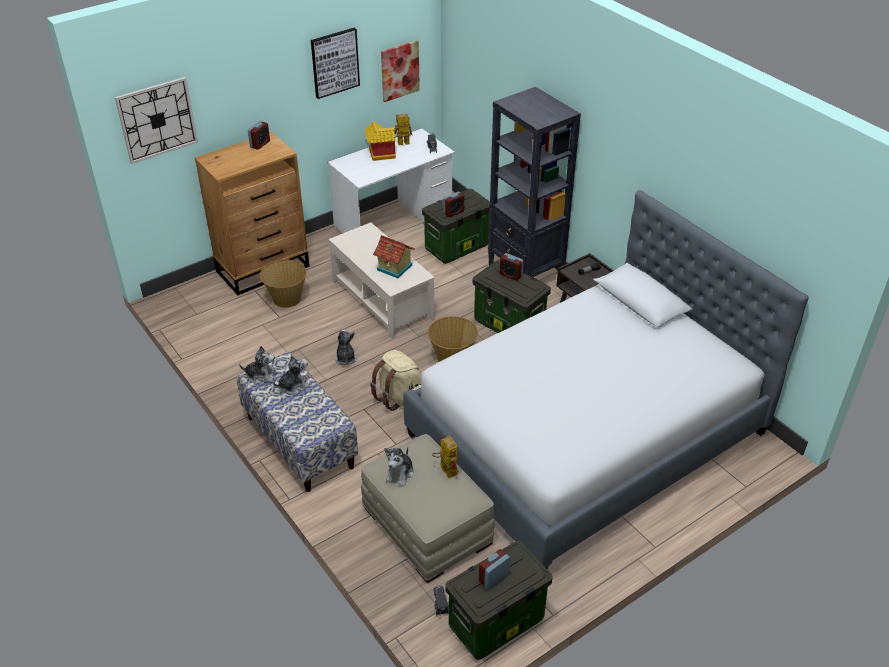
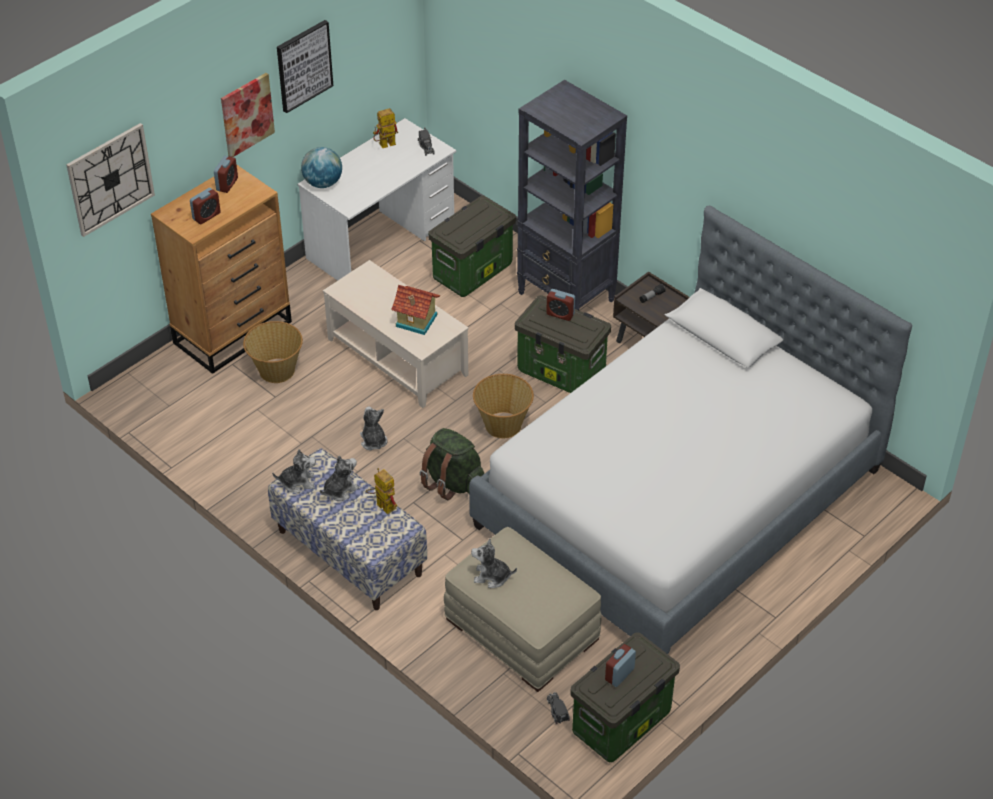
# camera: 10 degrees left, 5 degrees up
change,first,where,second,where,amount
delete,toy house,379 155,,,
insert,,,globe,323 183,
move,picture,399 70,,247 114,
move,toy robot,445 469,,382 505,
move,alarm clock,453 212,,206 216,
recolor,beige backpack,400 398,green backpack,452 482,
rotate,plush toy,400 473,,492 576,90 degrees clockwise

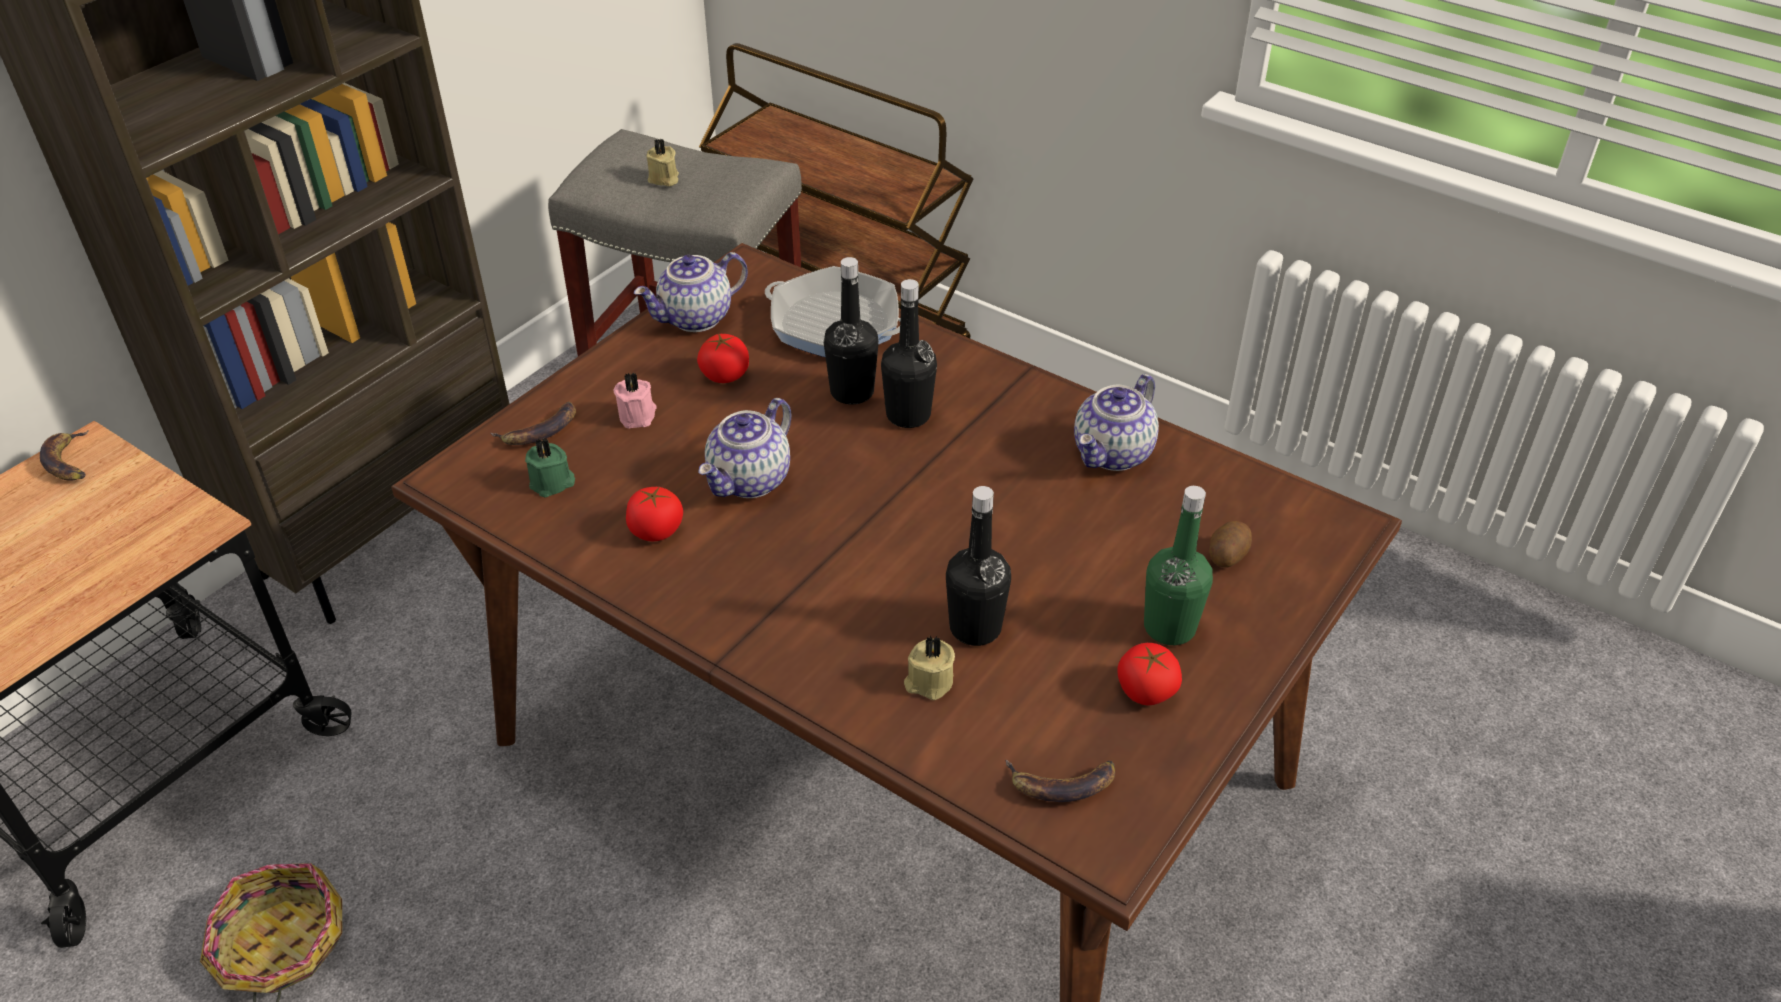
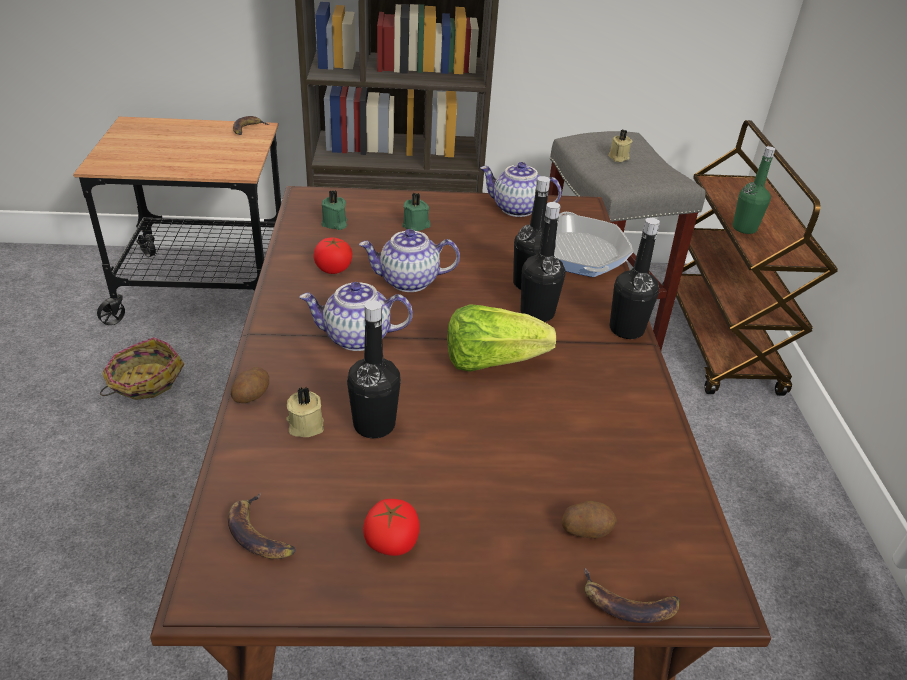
# camera: 50 degrees right, 5 degrees down
change,first,where,second,where,amount
delete,tomato,725 375,,,
insert,,,potato,252 395,
insert,,,lettuce,491 361,
insert,,,black bottle,626 329,
move,banana,540 430,,628 603,
move,teapot,1113 454,,356 338,
move,green bottle,1169 627,,744 228,
recolor,pink candle,638 415,green candle,416 225,

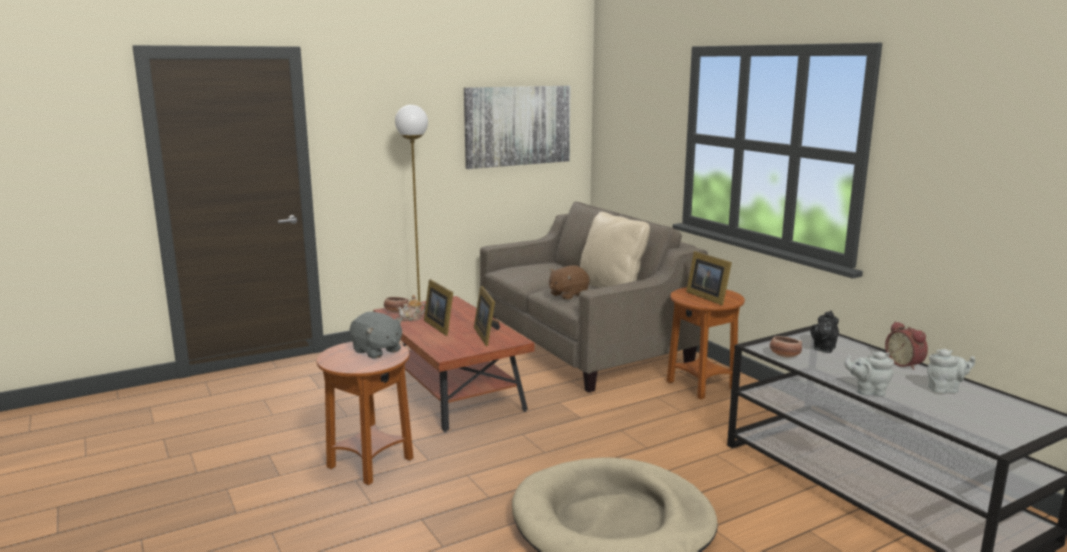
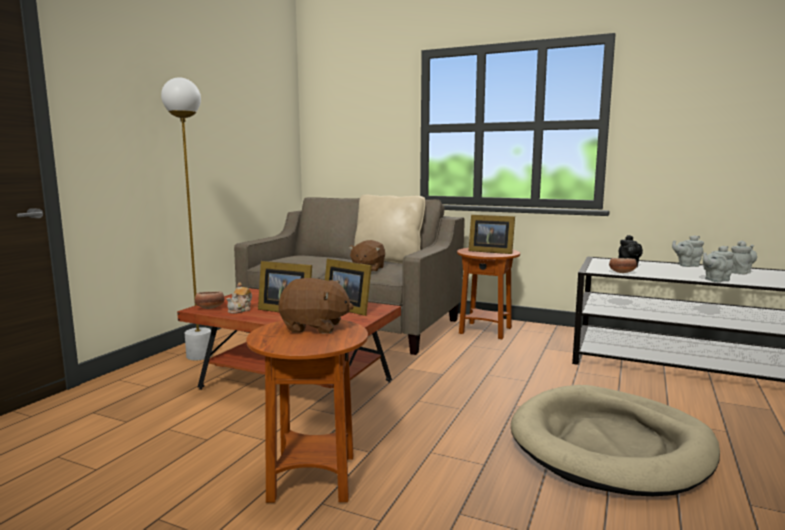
# camera: 35 degrees left, 5 degrees down
change,first,where,second,where,amount
delete,picture,518 126,,,
replace,alarm clock,905 364,grey teapot,686 265,
recolor,grey plush toy,377 351,brown plush toy,315 327,

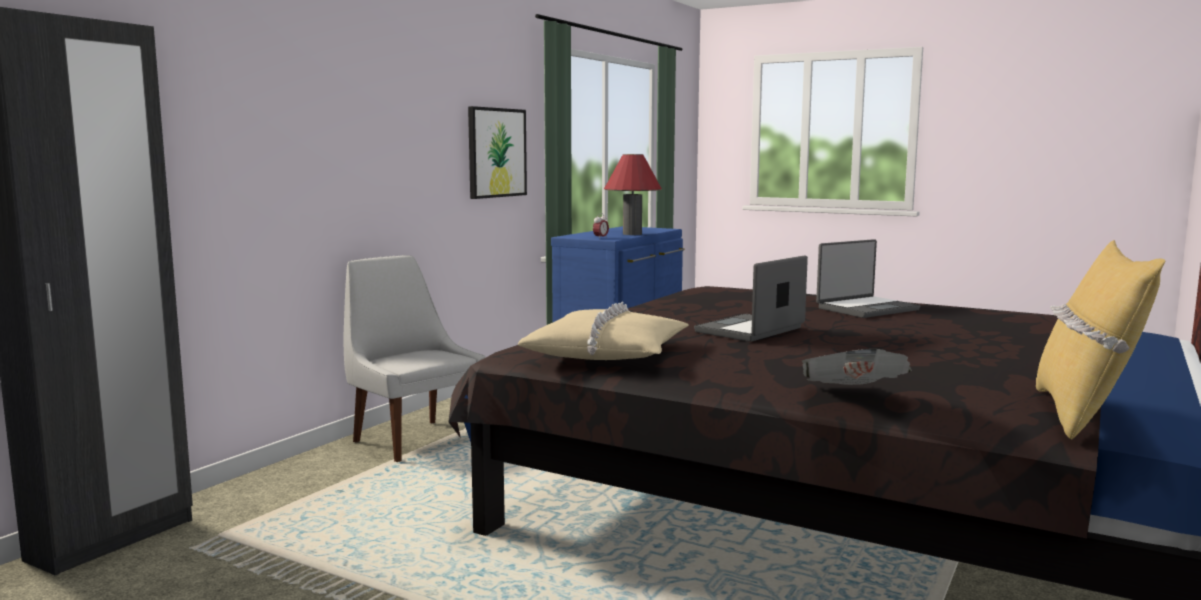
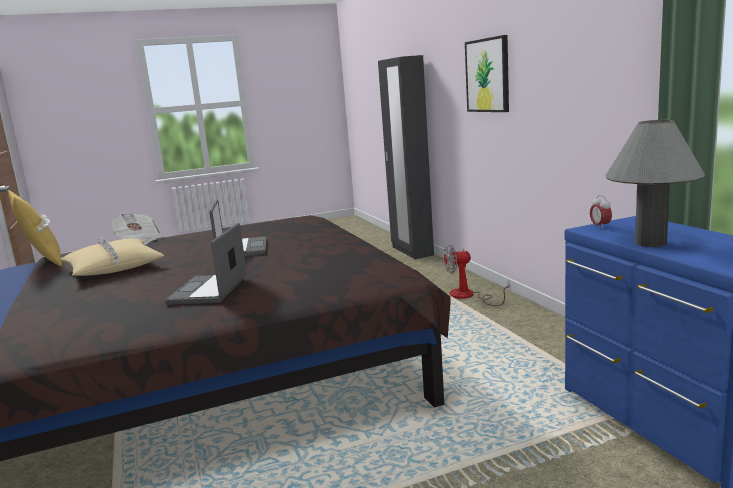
# camera: 130 degrees right, 5 degrees up
change,first,where,second,where,amount
move,picture,496 152,,488 75,
move,beige pillow,607 352,,113 268,
replace,white chair,413 440,fan,468 296,
recolor,red table lamp,632 234,grey table lamp,650 243,

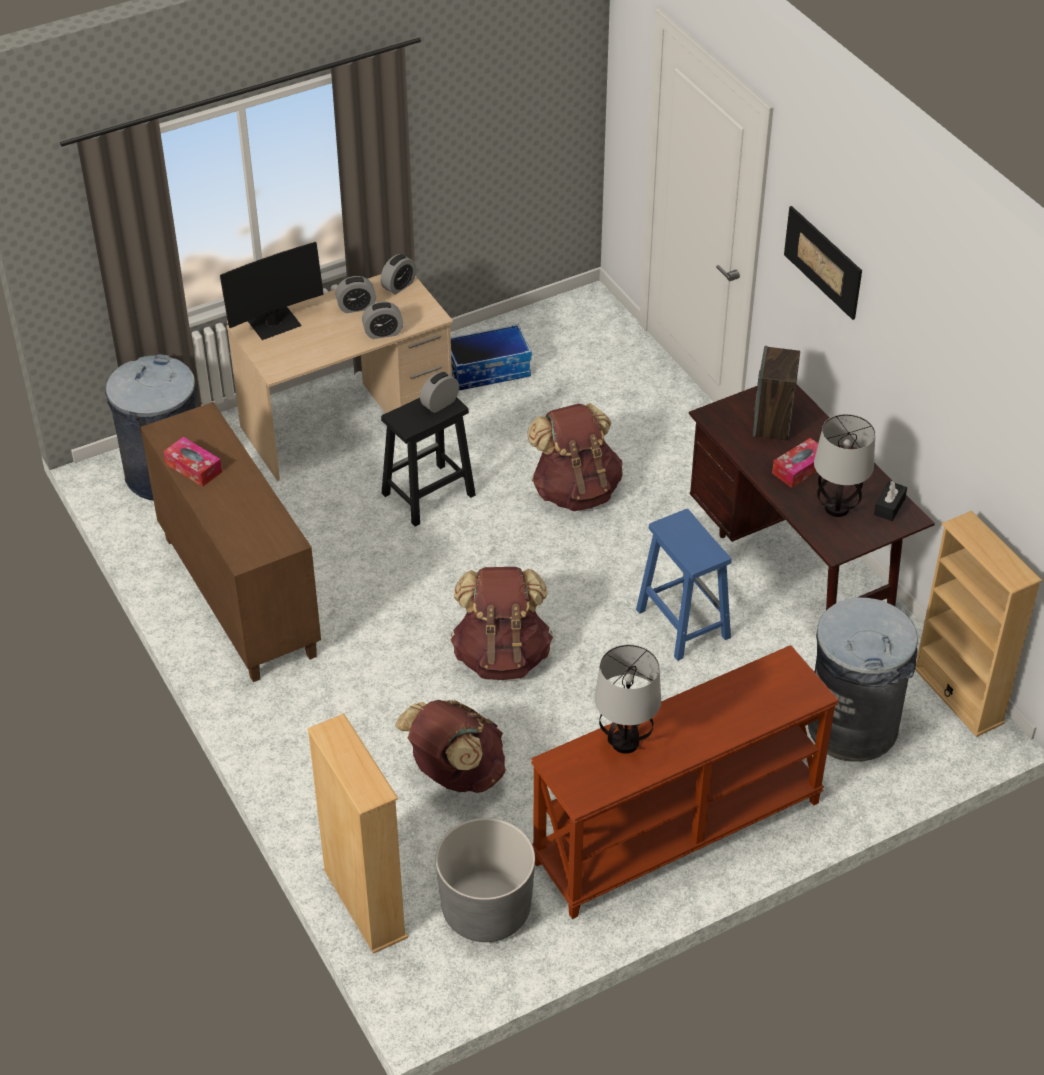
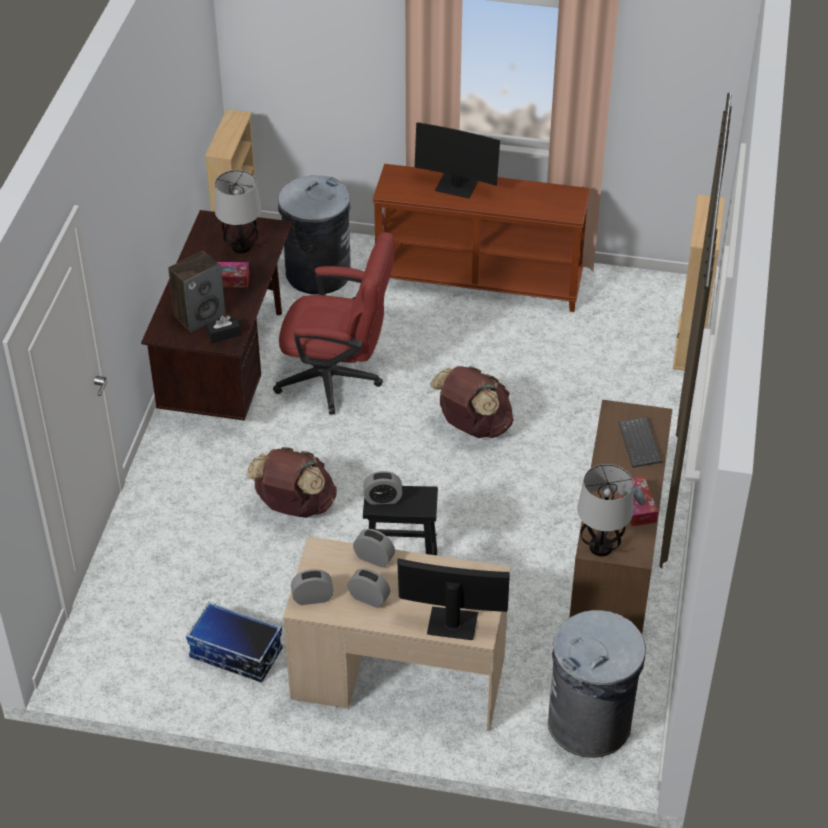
# camera: 140 degrees left, 0 degrees up
change,first,where,second,where,amount
delete,brown backpack,455 774,,,
delete,grey planter,486 910,,,
delete,picture,823 262,,,
insert,,,monitor,456 187,
insert,,,keyboard,641 444,
move,table lamp,625 743,,600 547,
move,black tissue box,889 506,,223 334,
replace,blue stool,681 623,red office chair,338 380,

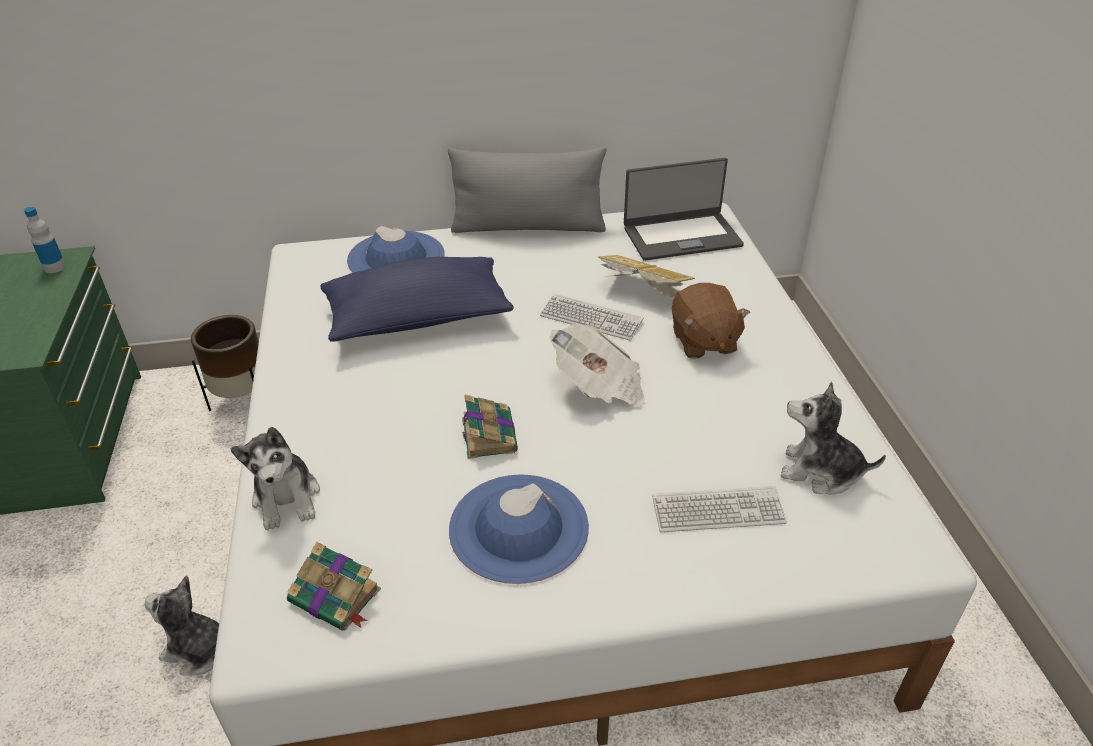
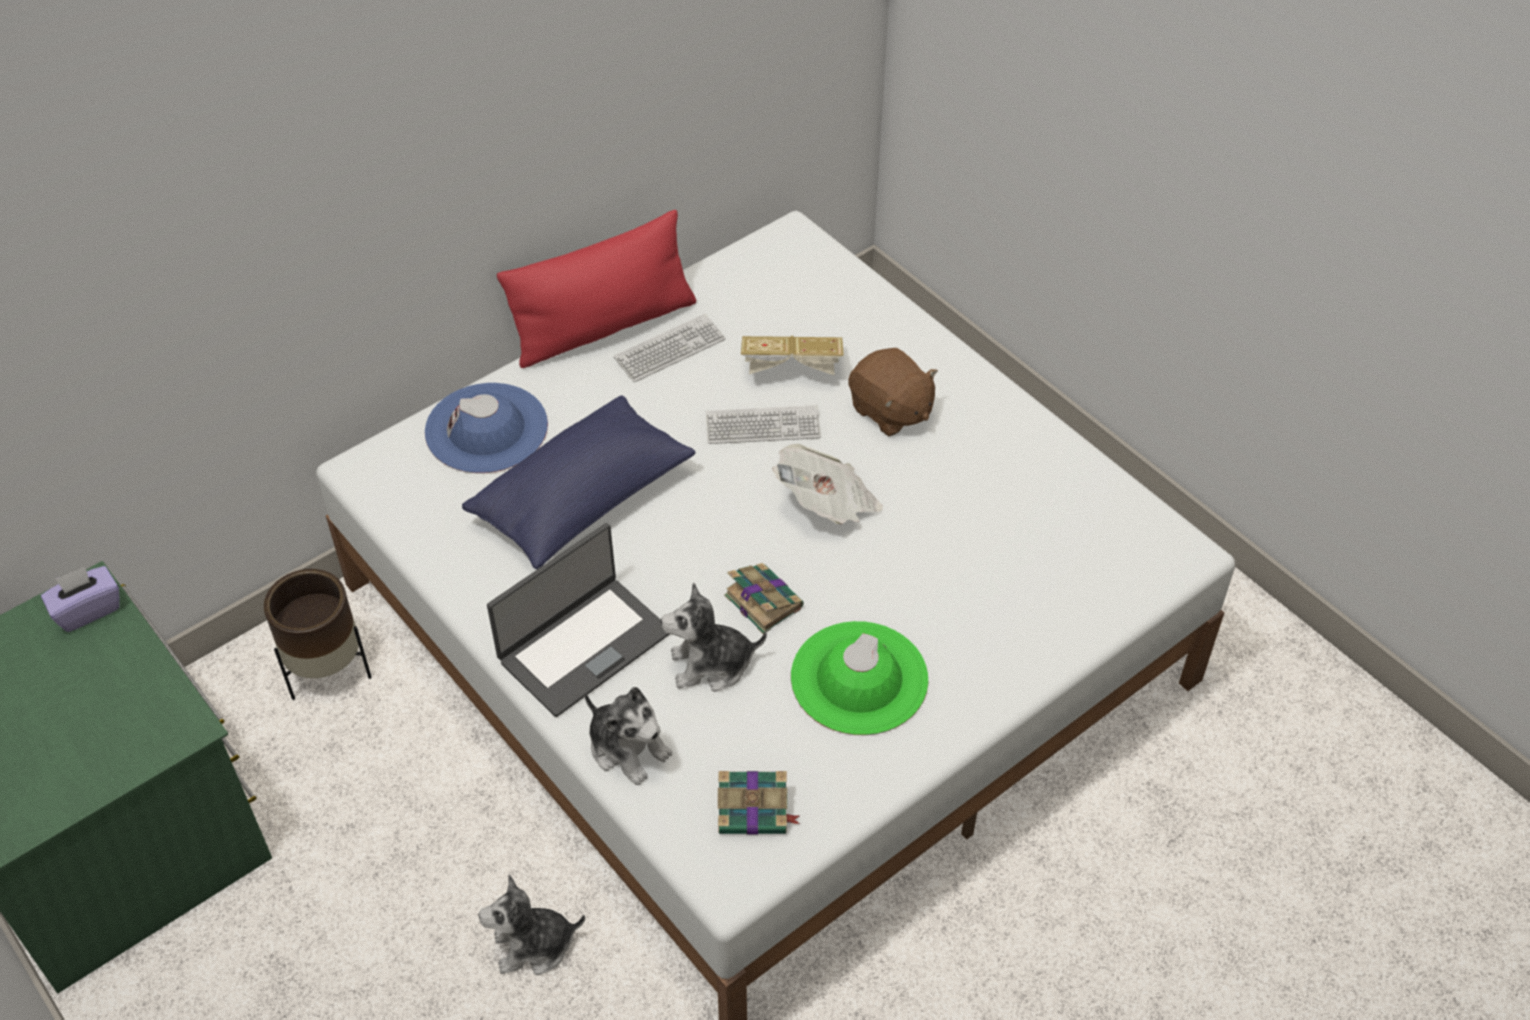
# camera: 30 degrees left, 10 degrees up
change,first,where,second,where,amount
move,laptop,681 236,,583 645,
move,keyboard,718 511,,670 349,
move,plush toy,820 472,,711 665,
replace,bottle,55 267,purple tissue box,88 609,
recolor,grey pillow,528 227,red pillow,604 327,
recolor,blue hat,518 527,green hat,859 678,

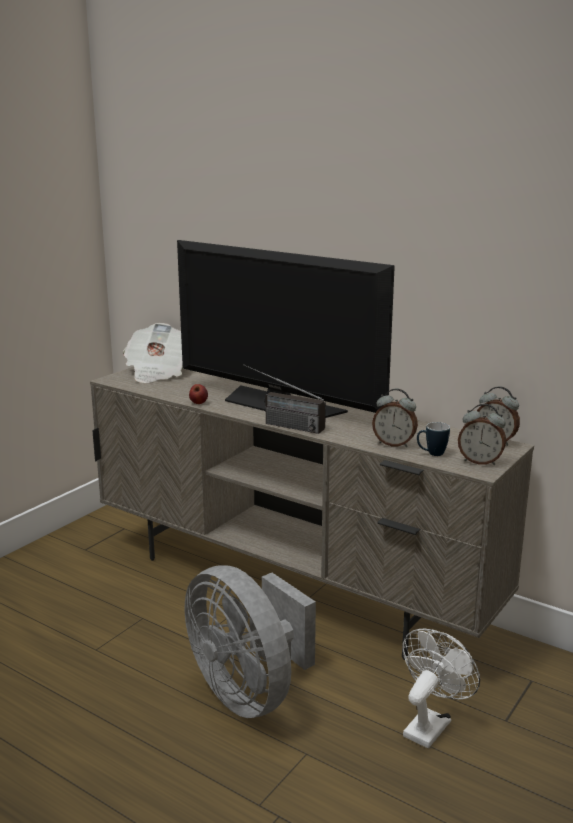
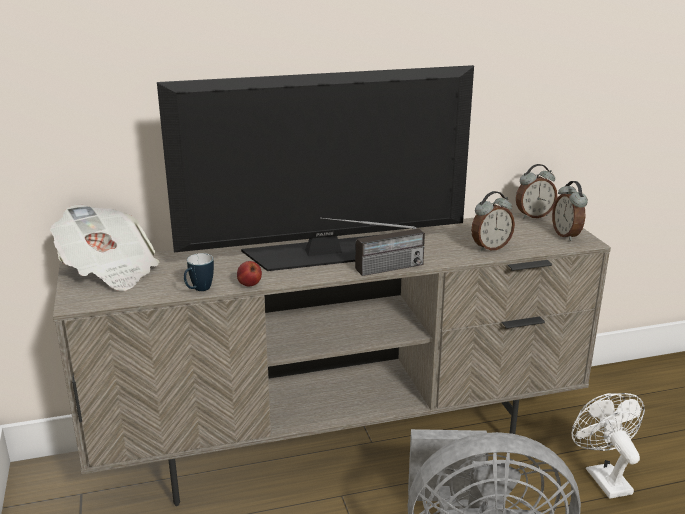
# camera: 50 degrees left, 5 degrees up
change,first,where,second,where,amount
move,mug,431 454,,198 290,
rotate,alarm clock,480 461,,567 235,105 degrees clockwise

